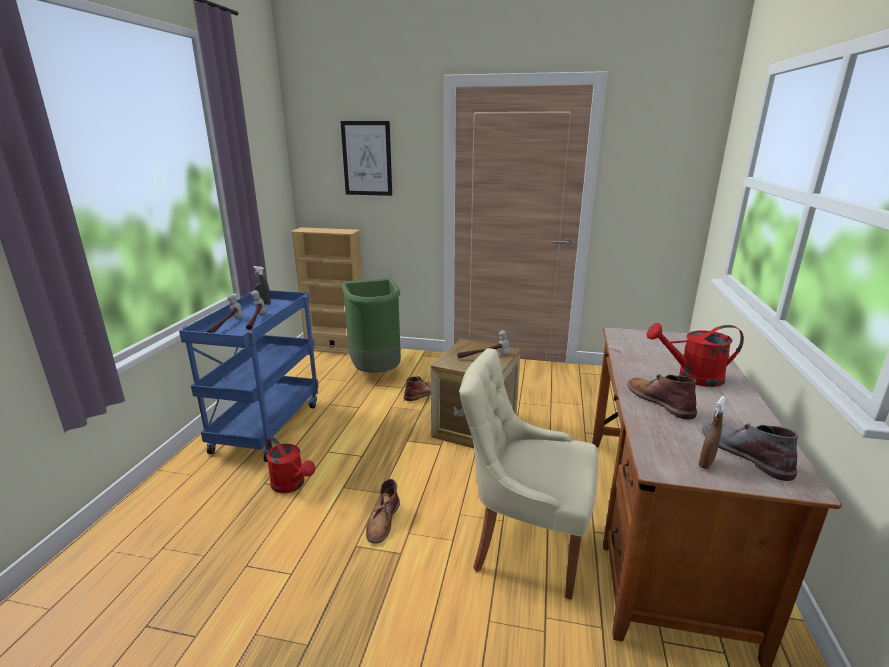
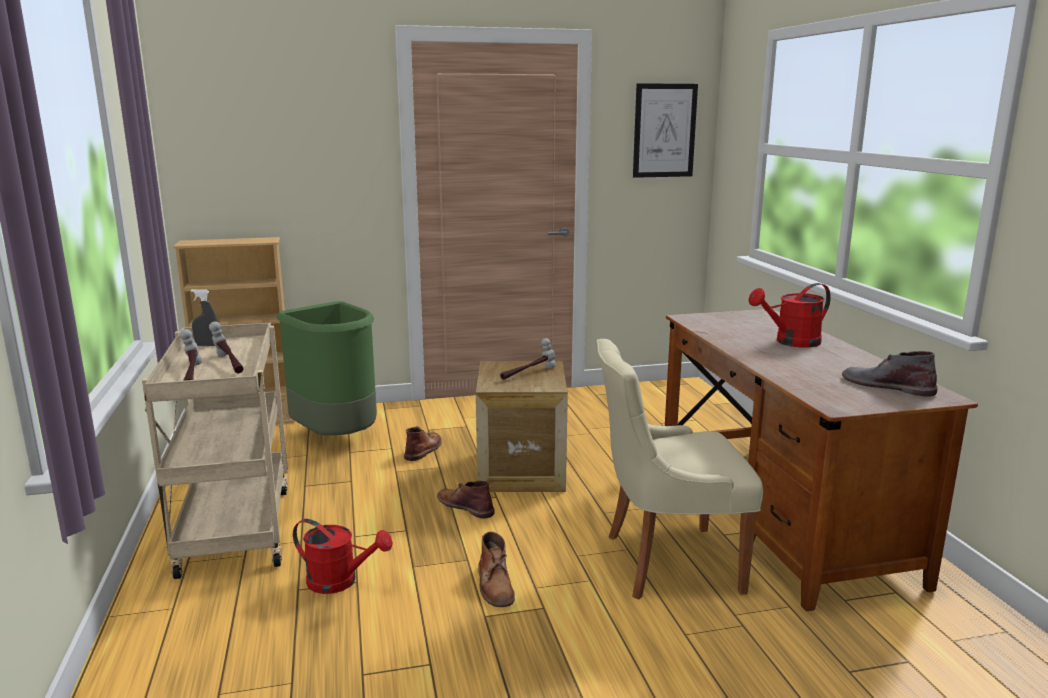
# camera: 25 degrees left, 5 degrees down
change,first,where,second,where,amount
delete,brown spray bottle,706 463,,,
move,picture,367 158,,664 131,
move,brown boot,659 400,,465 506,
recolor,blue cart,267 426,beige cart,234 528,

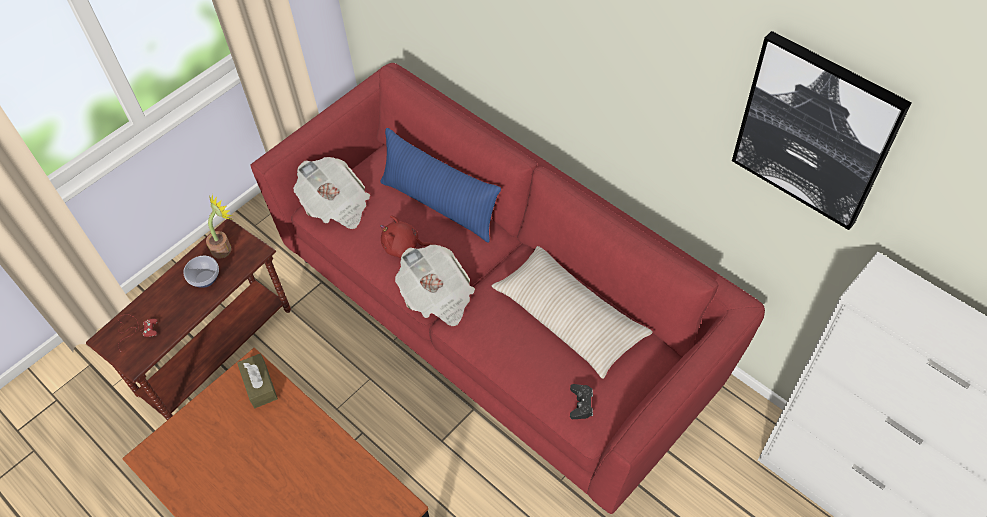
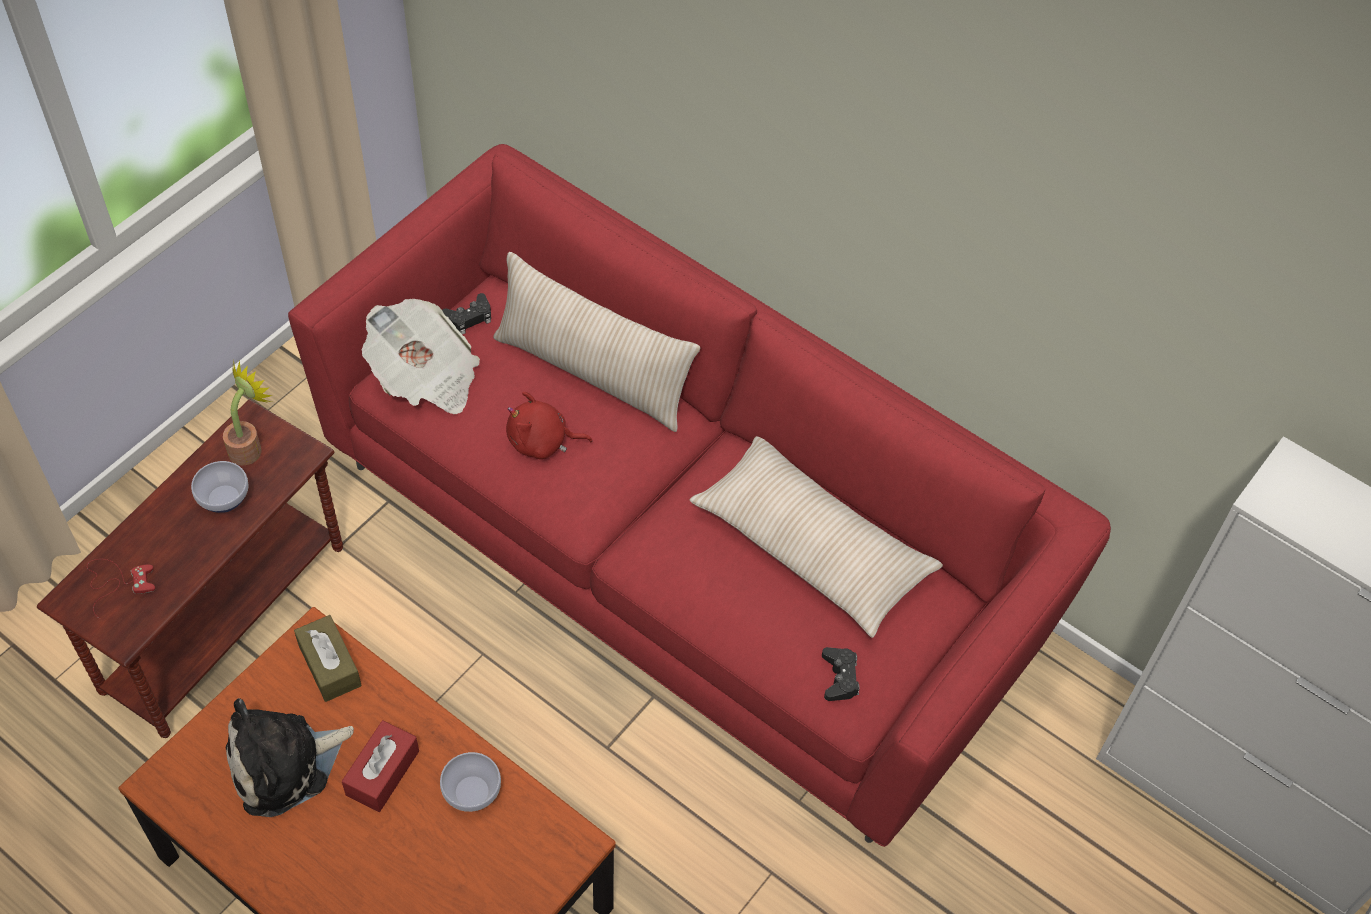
# camera: 10 degrees left, 0 degrees up
change,first,where,second,where,amount
delete,newspaper,437 297,,,
delete,picture,815 131,,,
insert,,,plush toy,285 764,
insert,,,red tissue box,382 773,
insert,,,bowl,473 791,
insert,,,black game controller,469 318,
recolor,blue pillow,439 205,beige pillow,592 373,

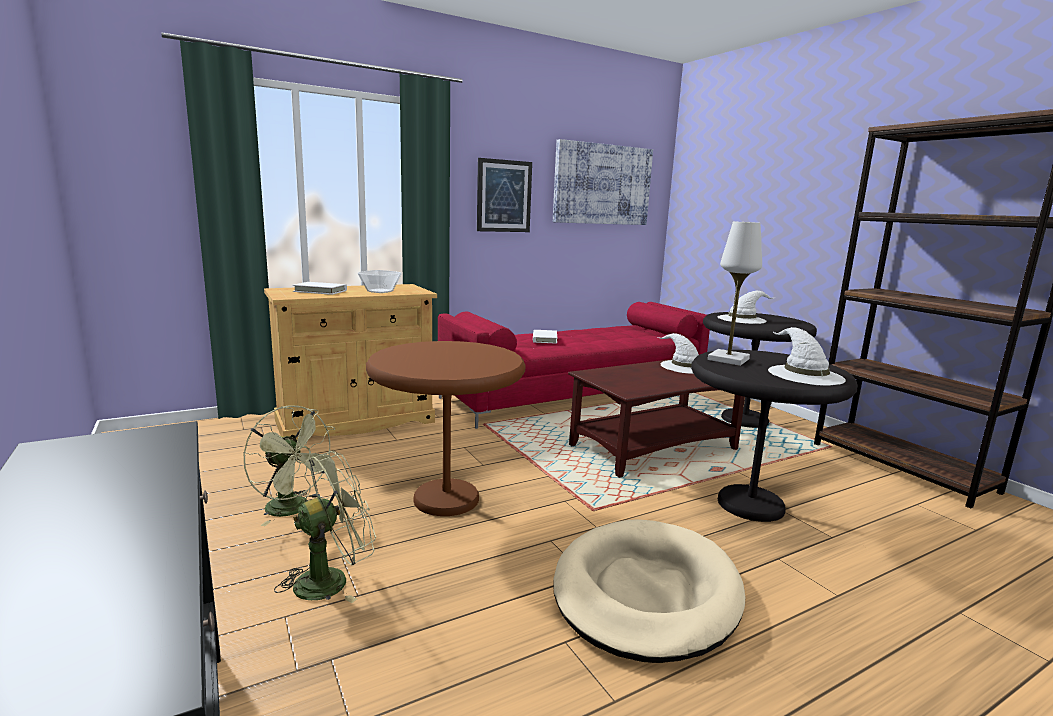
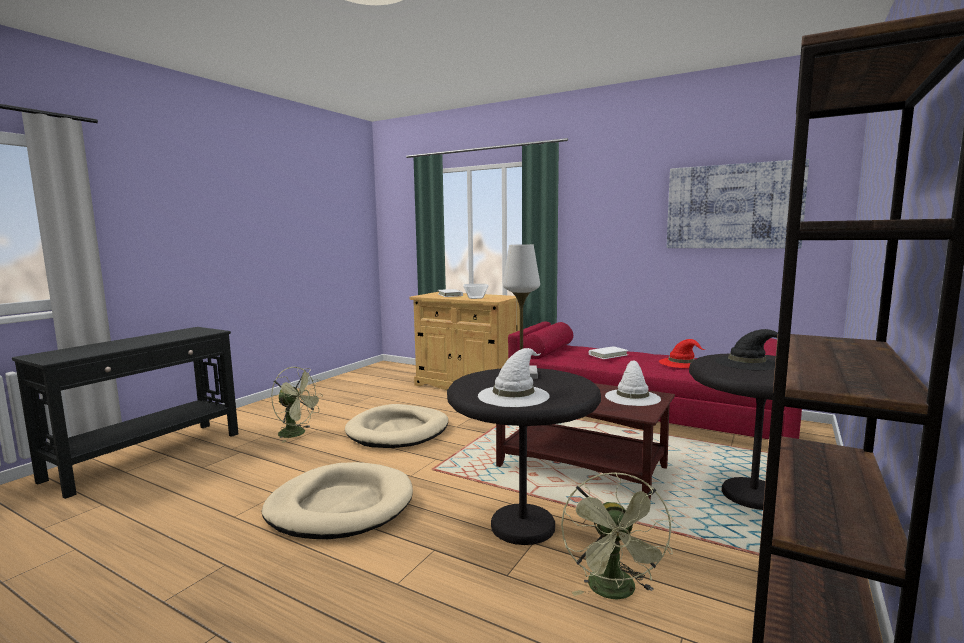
# camera: 60 degrees right, 5 degrees down
change,first,where,second,where,amount
delete,picture,503 196,,,
insert,,,red hat,682 363,
move,green fan,294 509,,615 592,
replace,brown side table,446 499,beige dog bed,398 431,
recolor,white hat,742 319,black hat,747 363,

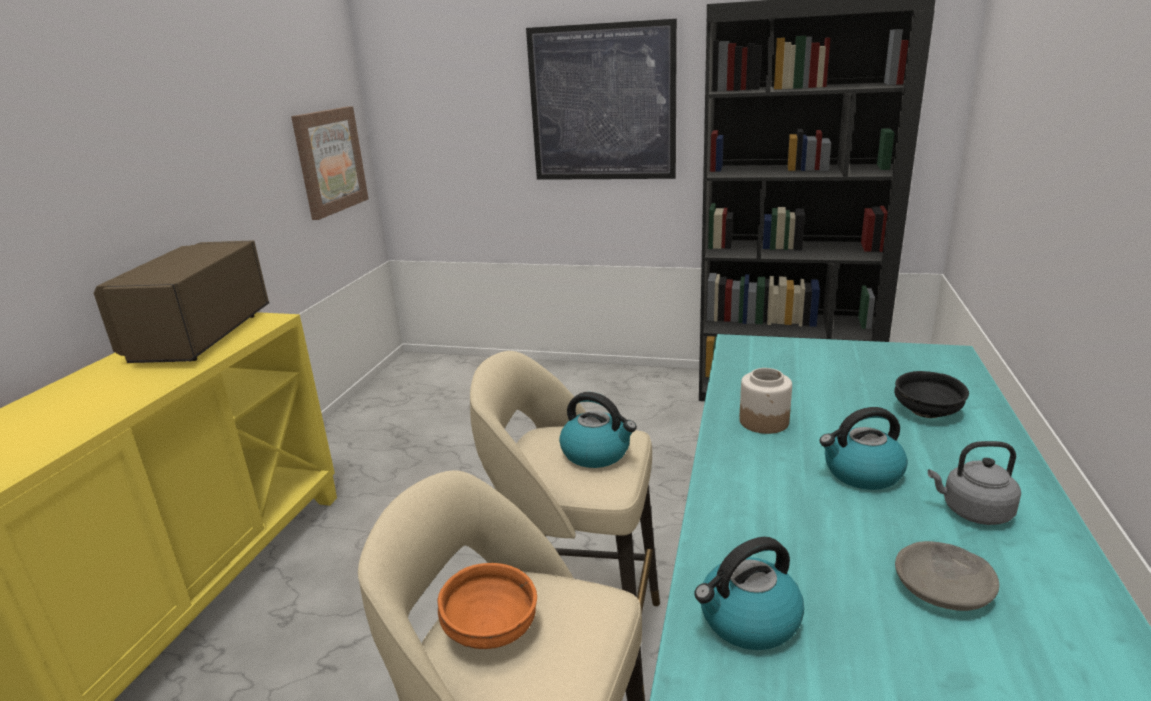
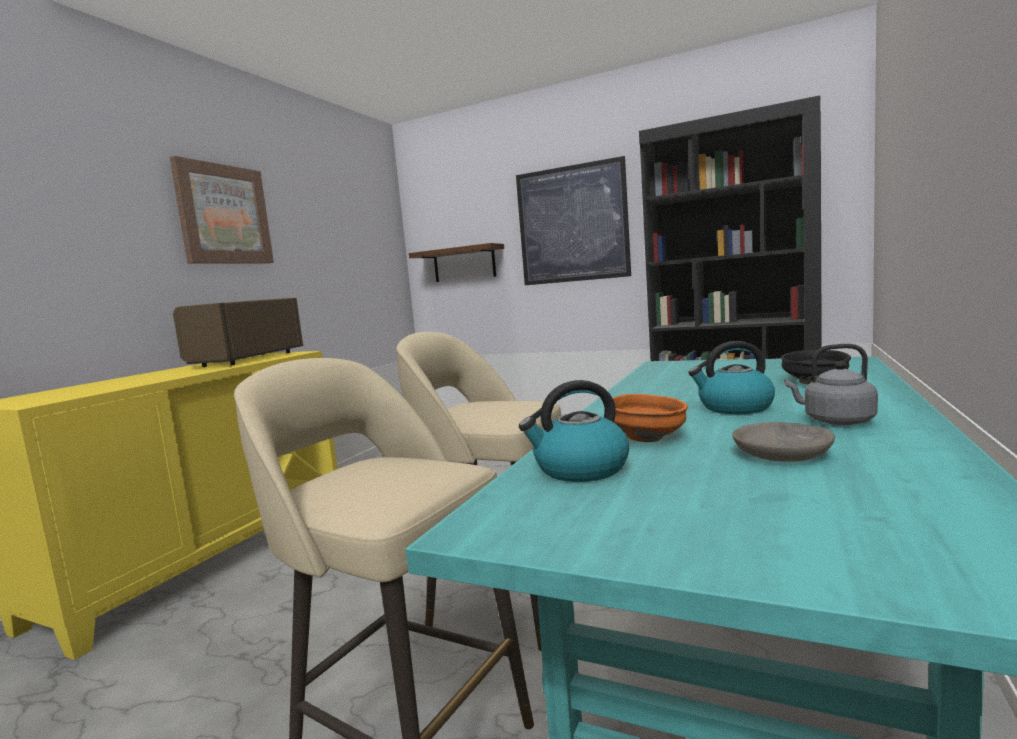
# camera: 10 degrees right, 15 degrees down
change,first,where,second,where,amount
delete,kettle,597 453,,,
delete,jar,764 421,,,
insert,,,shelf,464 264,
move,picture,330 161,,223 215,
move,orange bowl,492 631,,648 438,

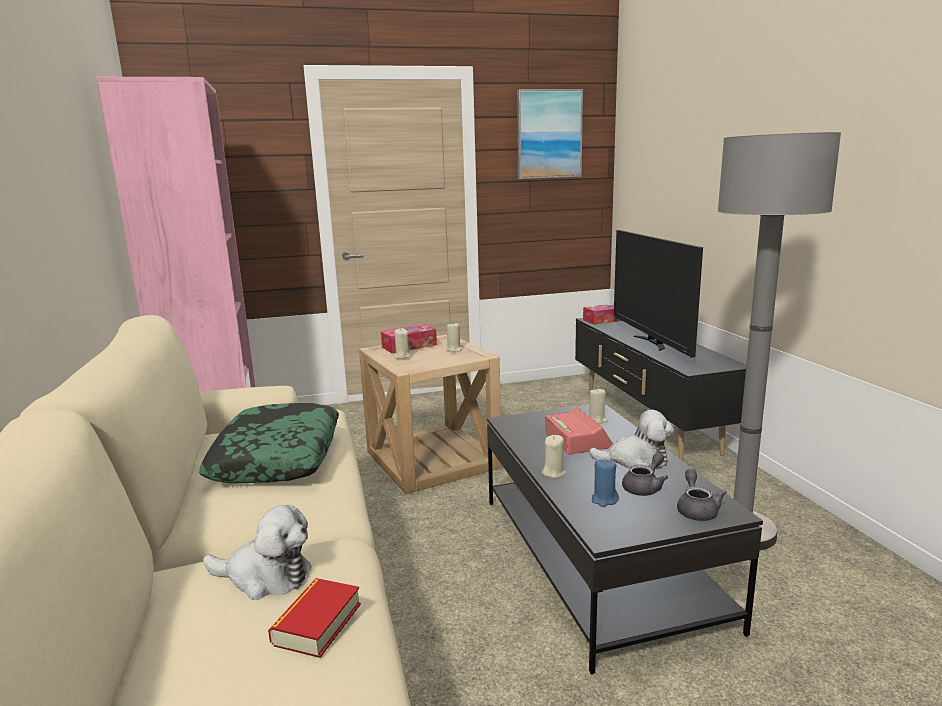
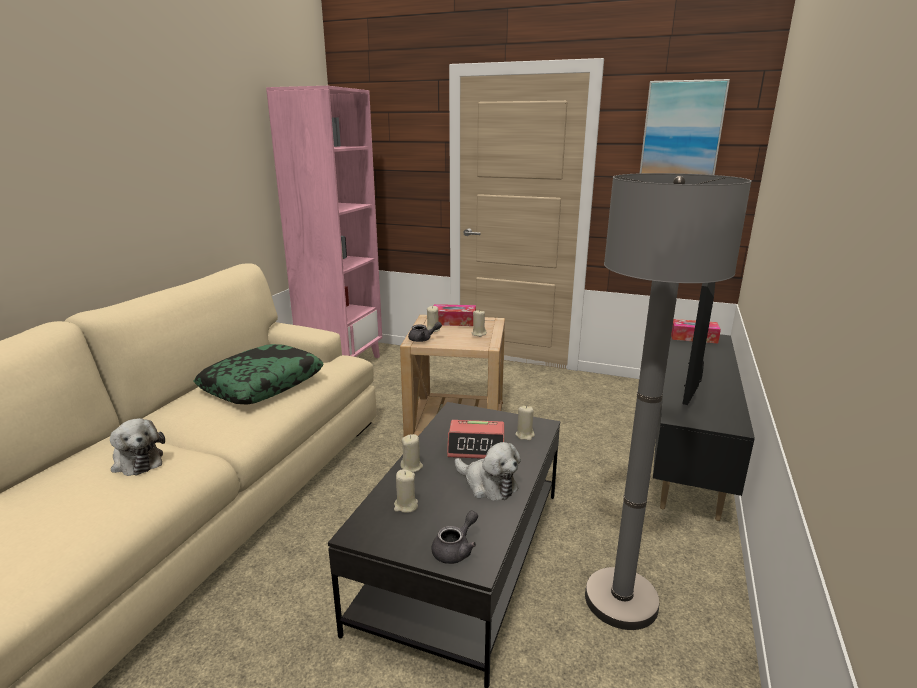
# camera: 35 degrees right, 5 degrees up
change,first,where,second,where,amount
delete,book,317 624,,,
move,grey teapot,645 487,,423 339,
recolor,blue candle,604 500,beige candle,405 506,
rotate,alarm clock,577 440,,476 447,75 degrees clockwise

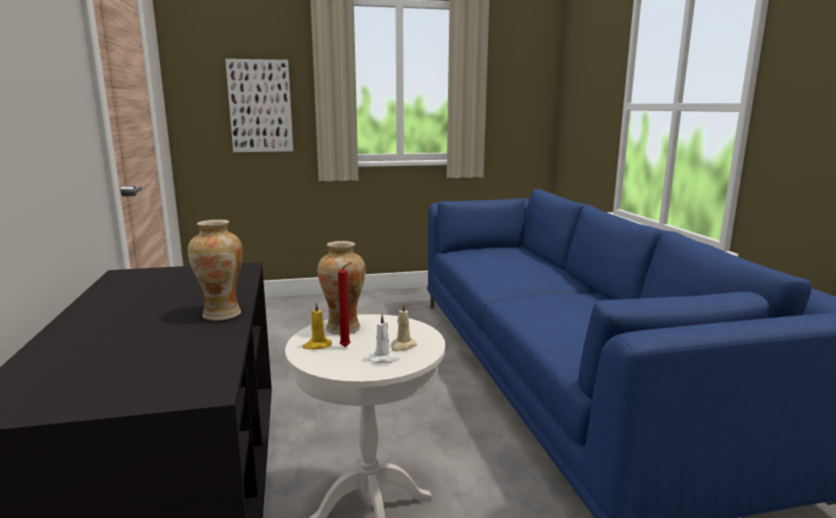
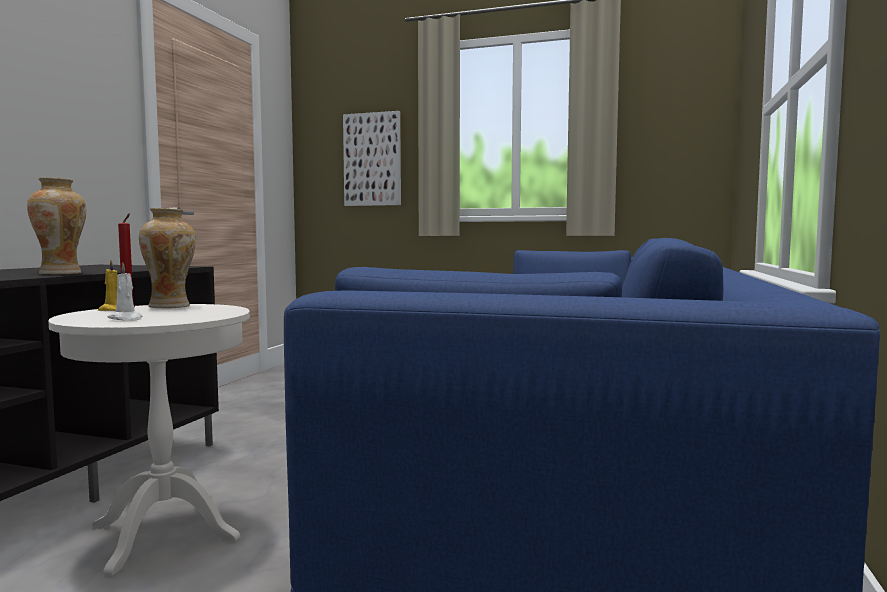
# camera: 30 degrees right, 10 degrees down
change,first,where,second,where,amount
delete,beige candle,402 346,,,

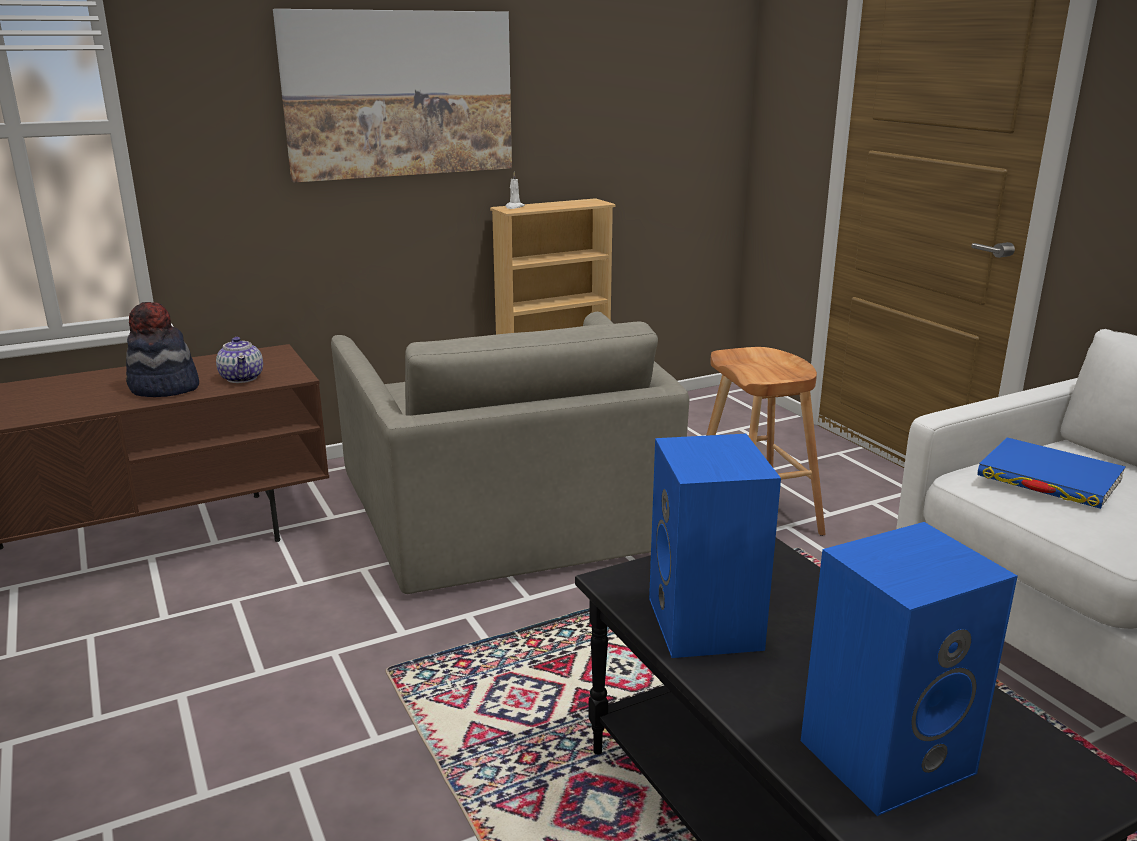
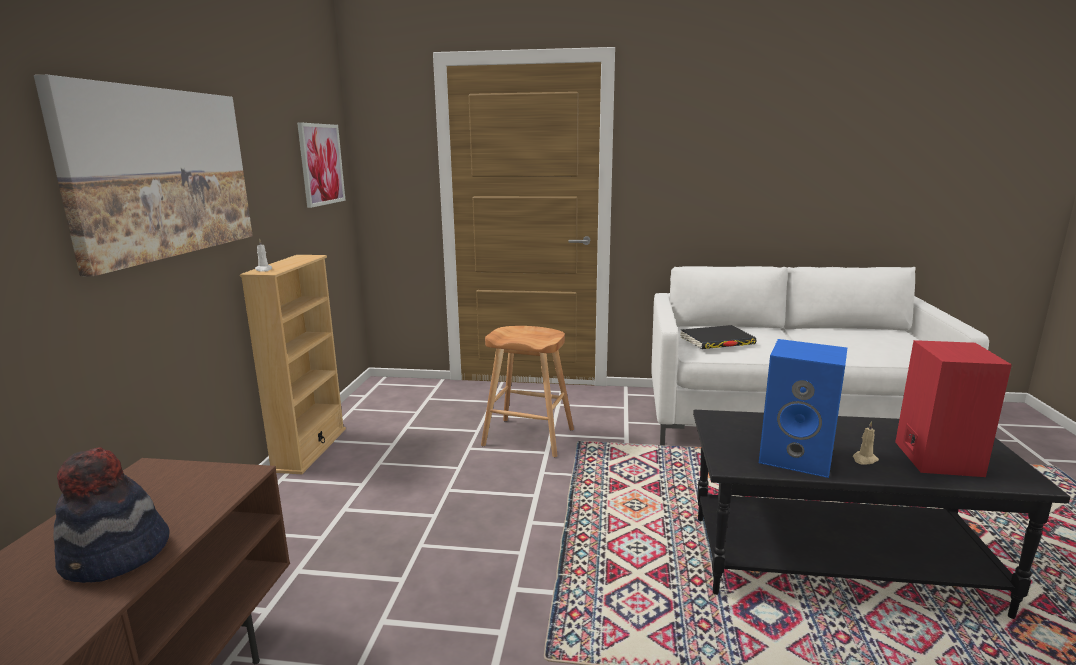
# camera: 55 degrees left, 5 degrees down
change,first,where,second,where,amount
delete,teapot,242 378,,,
delete,grey armchair,507 508,,,
insert,,,picture,321 164,
insert,,,beige candle,864 459,
recolor,blue speaker,887 753,red speaker,935 457,
recolor,blue book,1048 479,black book,717 341,

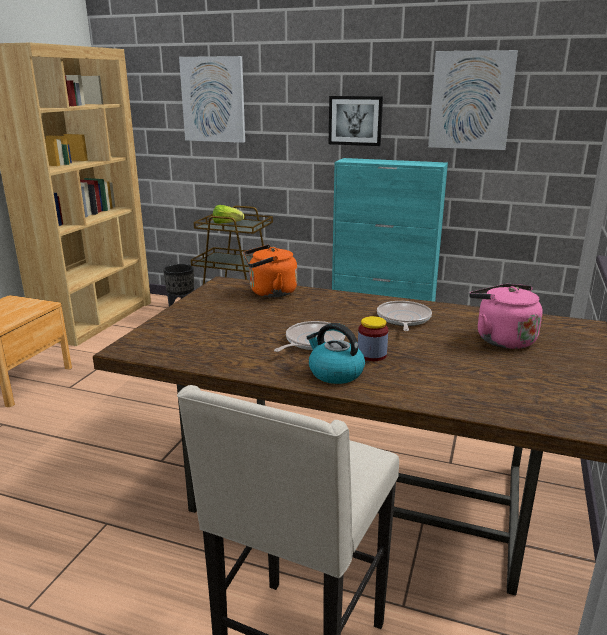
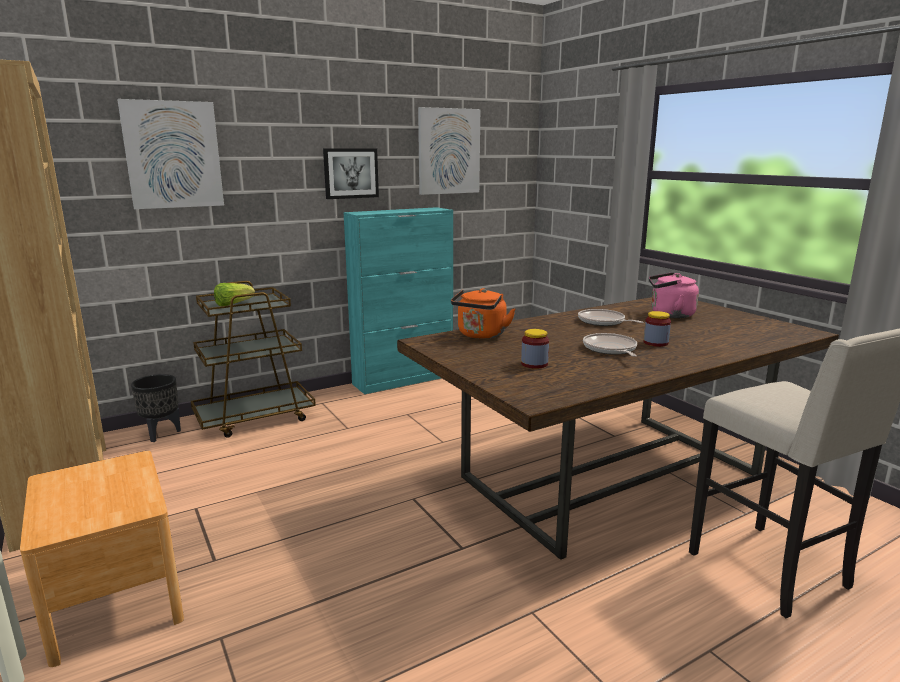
# camera: 50 degrees left, 5 degrees down
change,first,where,second,where,amount
delete,kettle,335 373,,,
insert,,,jar,534 364,

